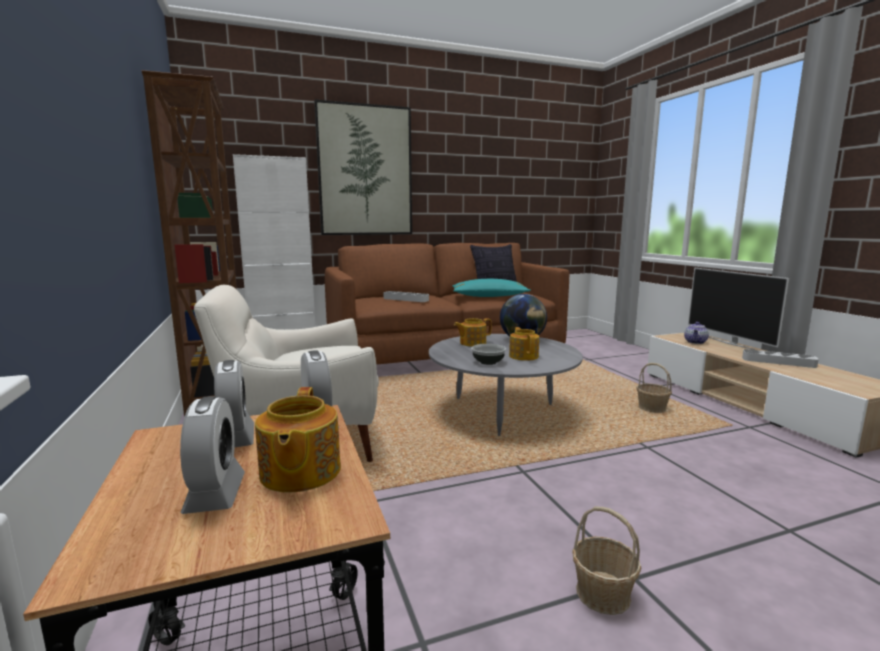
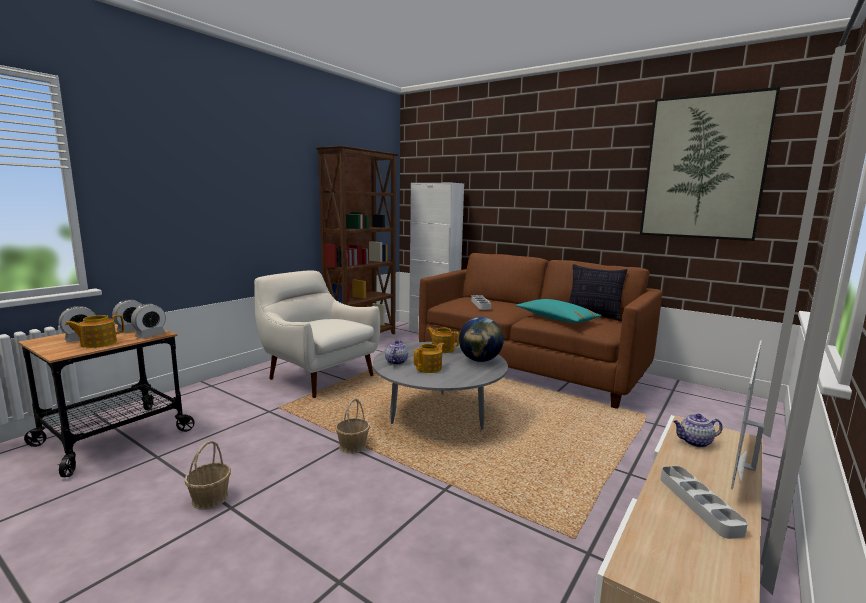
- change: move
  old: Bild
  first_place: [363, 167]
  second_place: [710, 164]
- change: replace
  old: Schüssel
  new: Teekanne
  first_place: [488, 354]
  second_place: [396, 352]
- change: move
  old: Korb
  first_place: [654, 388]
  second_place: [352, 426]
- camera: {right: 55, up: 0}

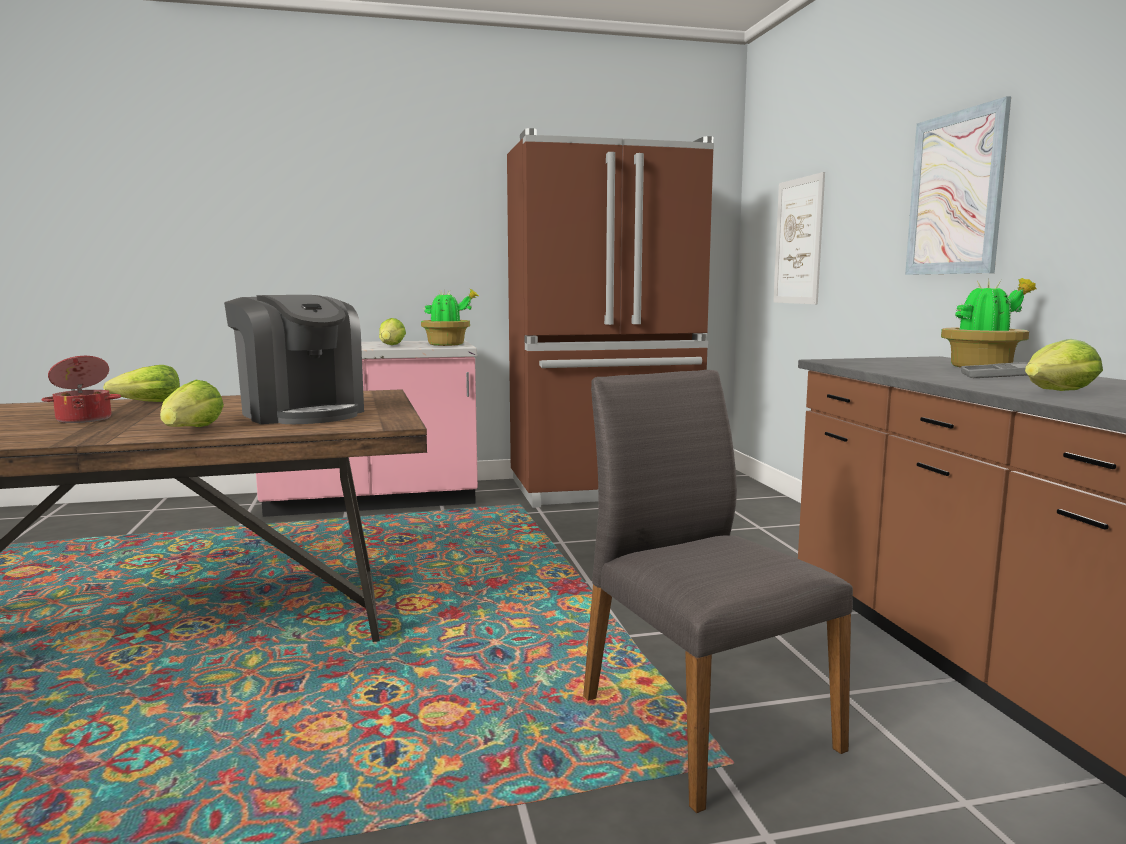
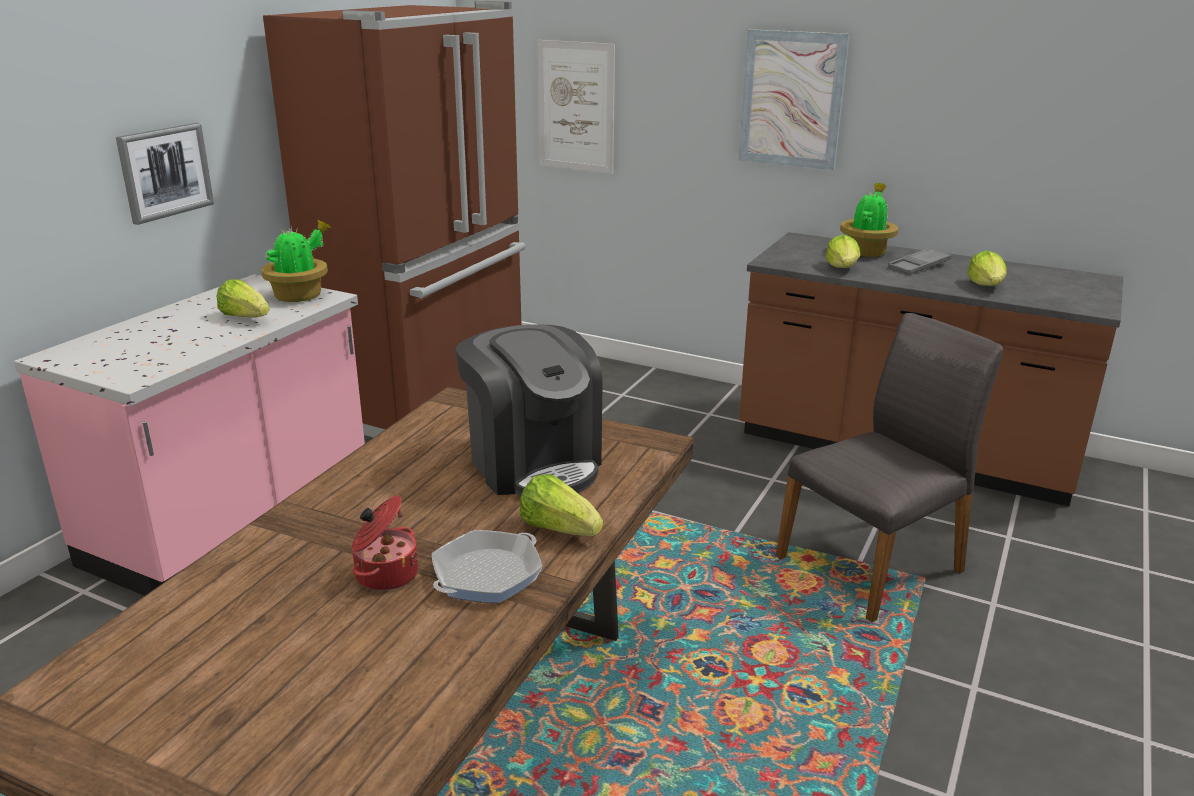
- change: rotate
  old: Kaffeemaschine
  first_place: [294, 359]
  second_place: [529, 411]
  degrees: 60
- change: move
  old: Salatkopf
  first_place: [141, 383]
  second_place: [843, 251]
- change: rotate
  old: Stuhl [grau]
  first_place: [718, 591]
  second_place: [890, 467]
  degrees: 135
- change: insert
  new: Bild
  second_place: [165, 174]
- change: insert
  new: Pfanne
  second_place: [487, 566]
- camera: {right: -50, up: 15}

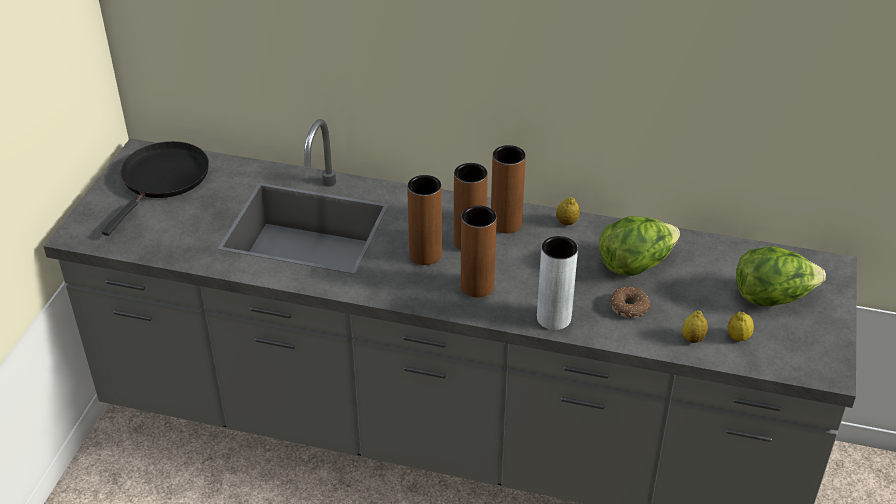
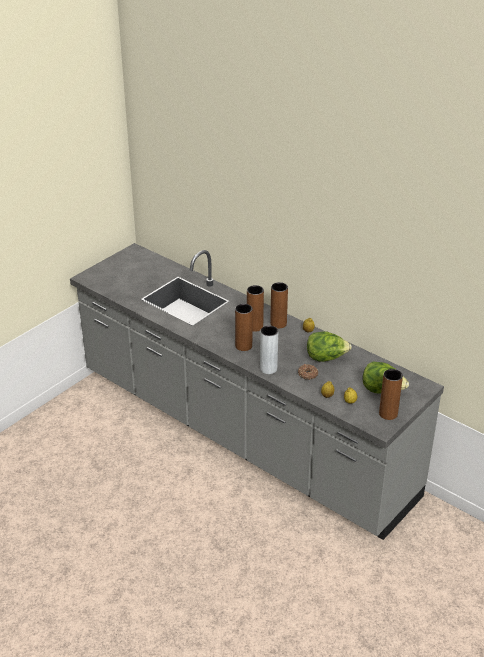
- change: delete
  old: Pfanne [schwarz]
  first_place: [155, 188]
- change: move
  old: Vase [braun]
  first_place: [424, 220]
  second_place: [391, 394]
- camera: {right: 25, up: -5}

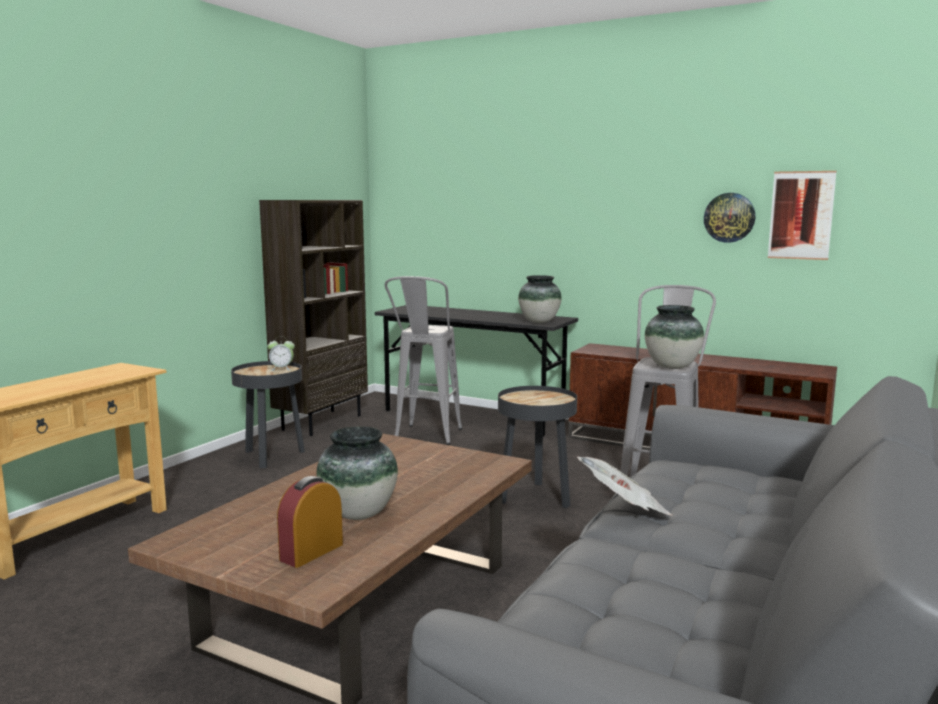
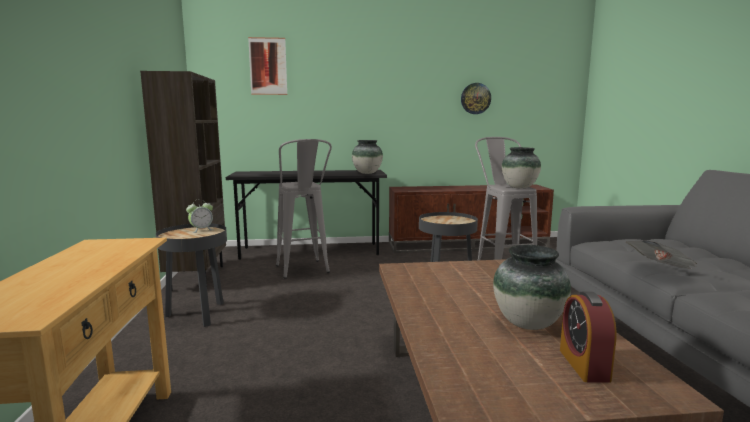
- change: move
  old: Bild
  first_place: [802, 215]
  second_place: [267, 66]
- camera: {right: -35, up: 0}

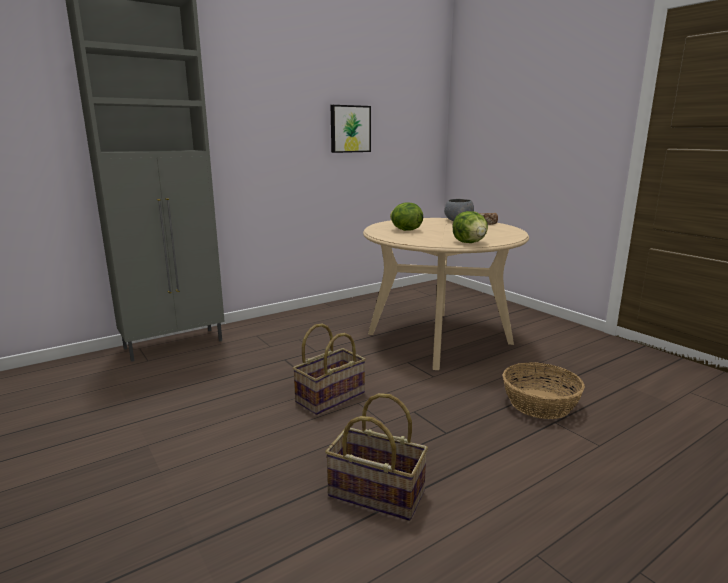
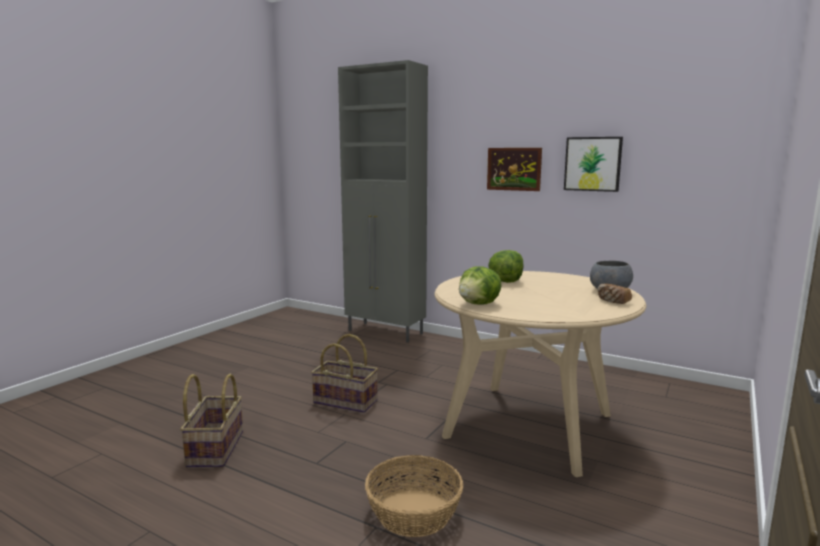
- change: insert
  new: Bild
  second_place: [514, 169]
- camera: {right: 65, up: -5}

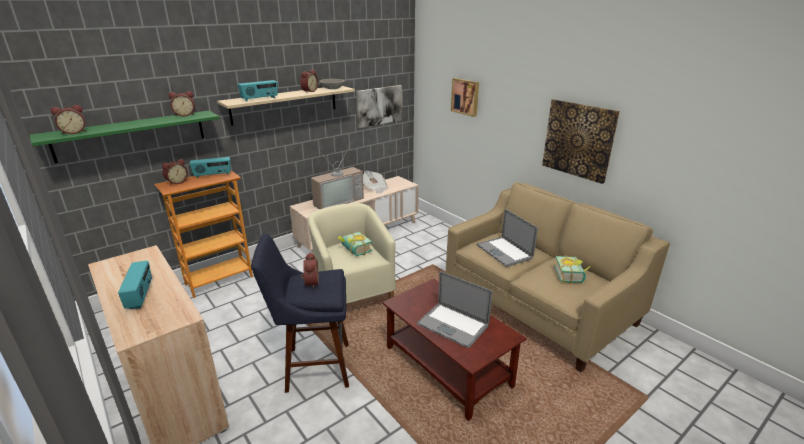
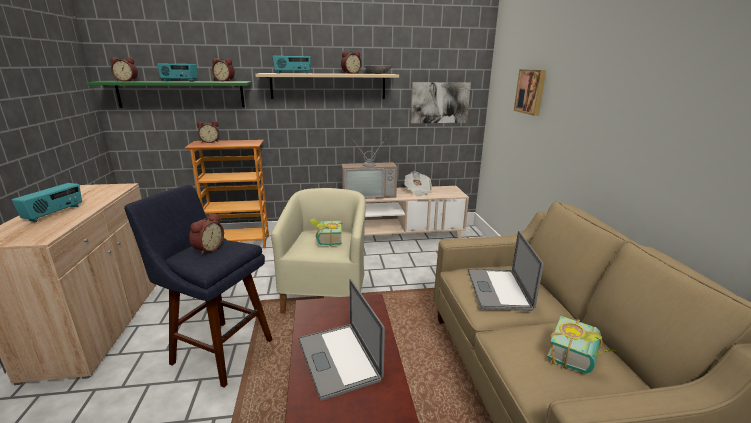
- change: delete
  old: Bild
  first_place: [581, 141]
- change: move
  old: Radio
  first_place: [210, 167]
  second_place: [177, 73]
- camera: {right: 30, up: -5}

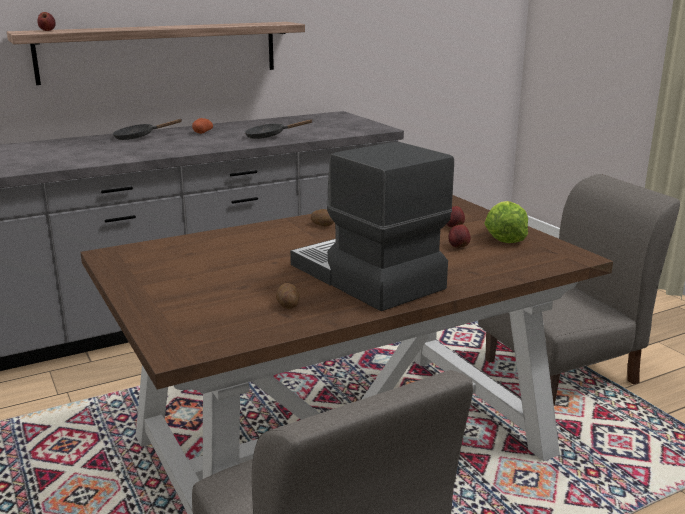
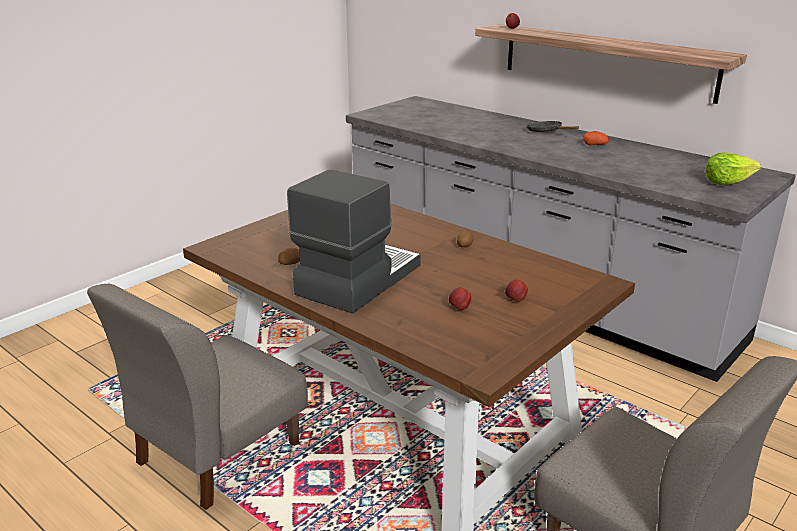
- change: delete
  old: Pfanne [schwarz]
  first_place: [278, 129]
- change: move
  old: Salatkopf
  first_place: [506, 222]
  second_place: [733, 168]
- camera: {right: 70, up: 5}

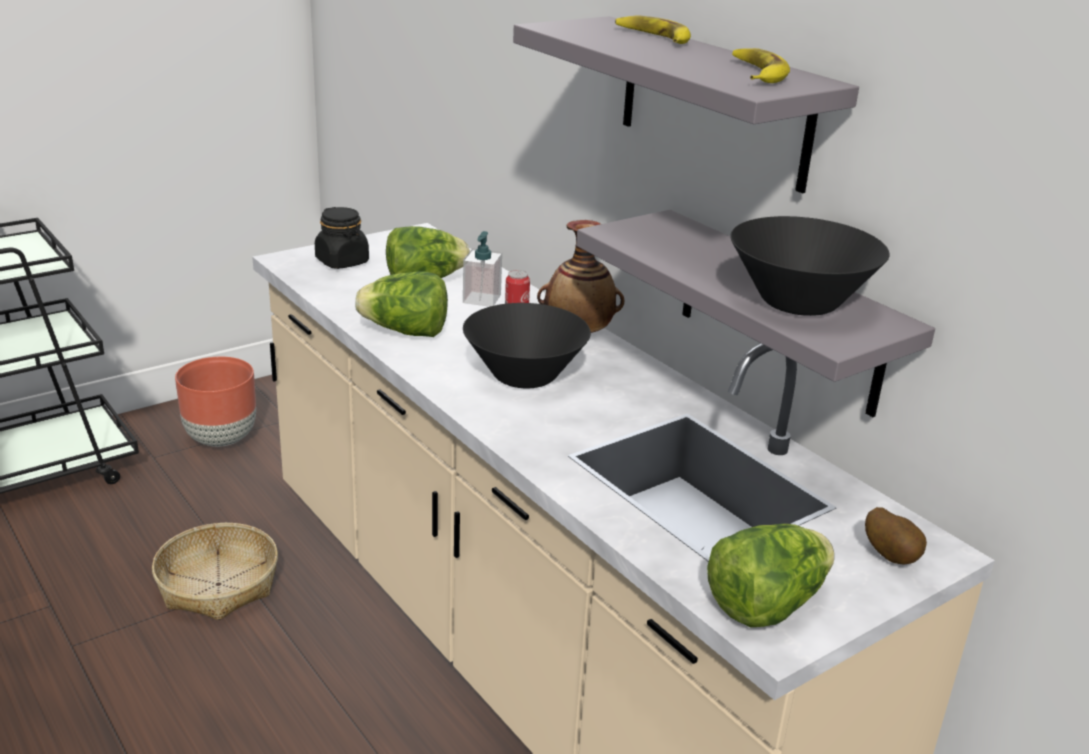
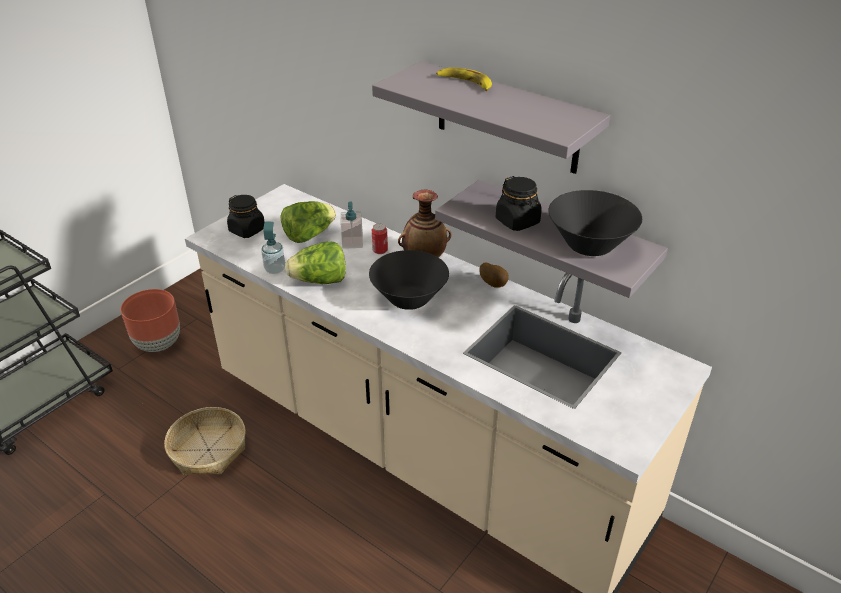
- change: delete
  old: Banane
  first_place: [761, 65]
- change: move
  old: Kartoffel
  first_place: [896, 536]
  second_place: [494, 275]
- change: delete
  old: Salatkopf
  first_place: [770, 575]
- change: insert
  new: Vorratsglas [schwarz]
  second_place: [519, 203]
- change: insert
  new: Seifenspender
  second_place: [273, 248]
- camera: {right: -15, up: 10}

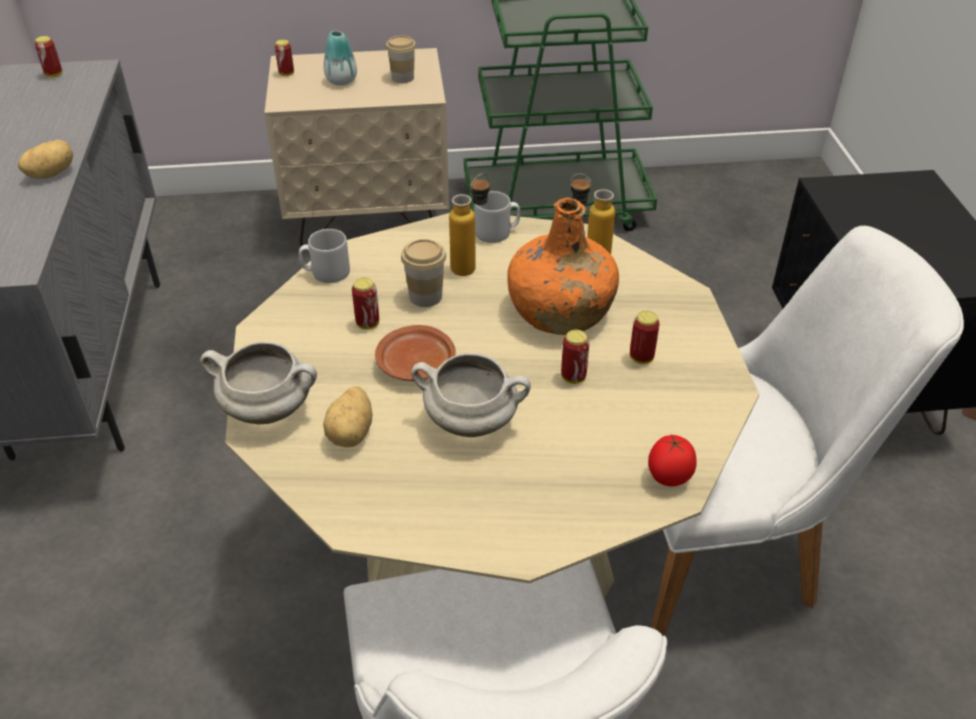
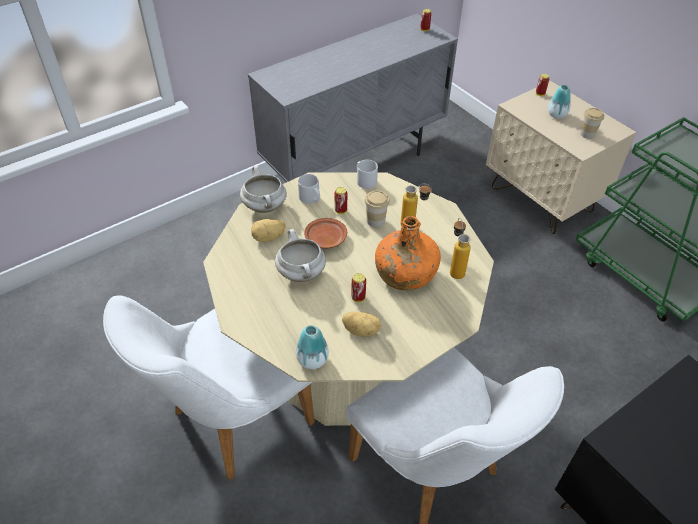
- change: move
  old: Kartoffel
  first_place: [45, 159]
  second_place: [361, 324]
- change: move
  old: Henkelbecher [grau]
  first_place: [497, 217]
  second_place: [309, 189]
- change: delete
  old: Dose
  first_place: [644, 337]
- change: replace
  old: Tomate
  new: Vase
  first_place: [672, 460]
  second_place: [312, 347]
- camera: {right: 60, up: 5}

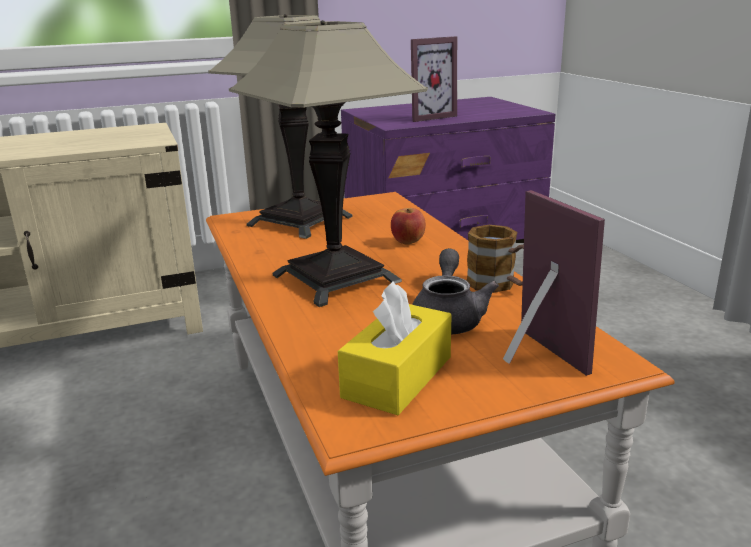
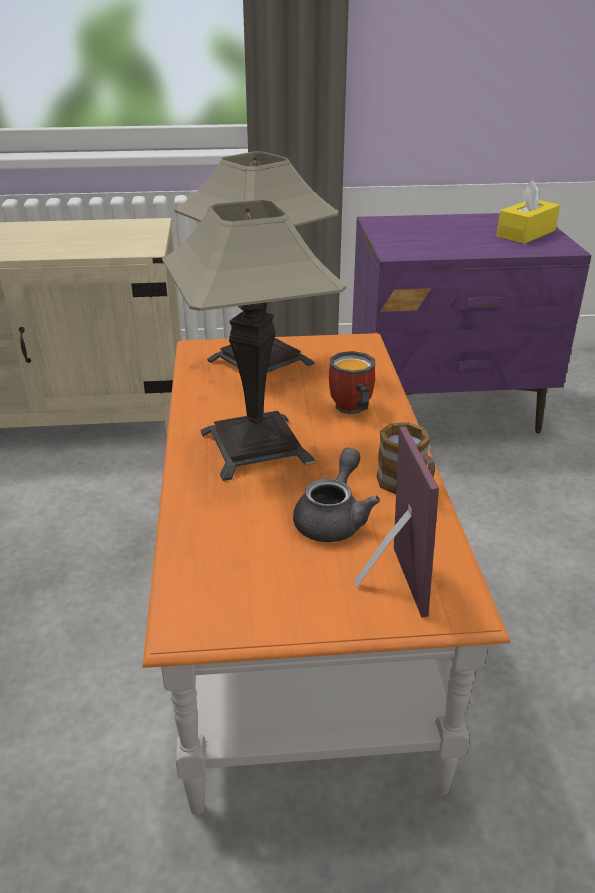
- change: delete
  old: Bilderrahmen
  first_place: [434, 79]
- change: replace
  old: Apfel
  new: Henkelbecher
  first_place: [408, 226]
  second_place: [352, 382]
- change: move
  old: Taschentuchbox [gelb]
  first_place: [395, 348]
  second_place: [528, 212]
- camera: {right: 15, up: 10}

